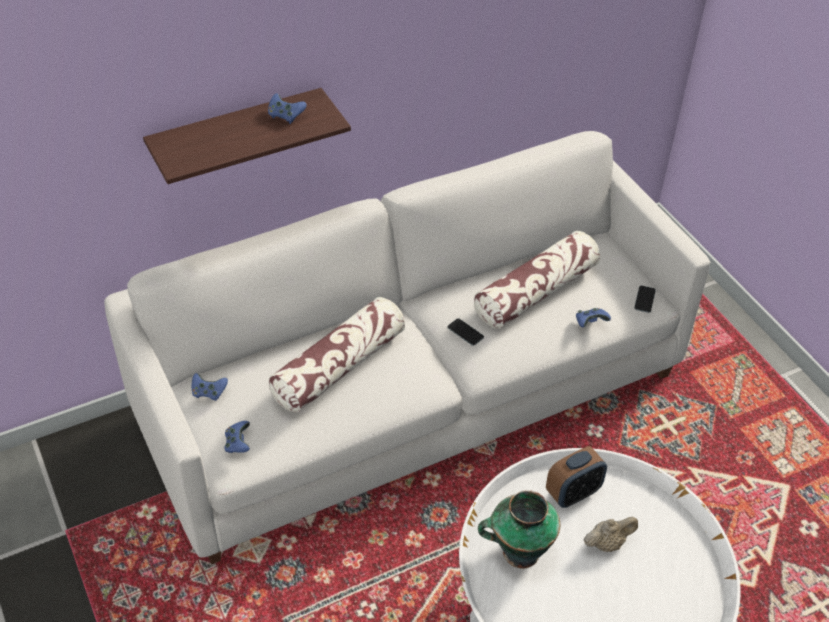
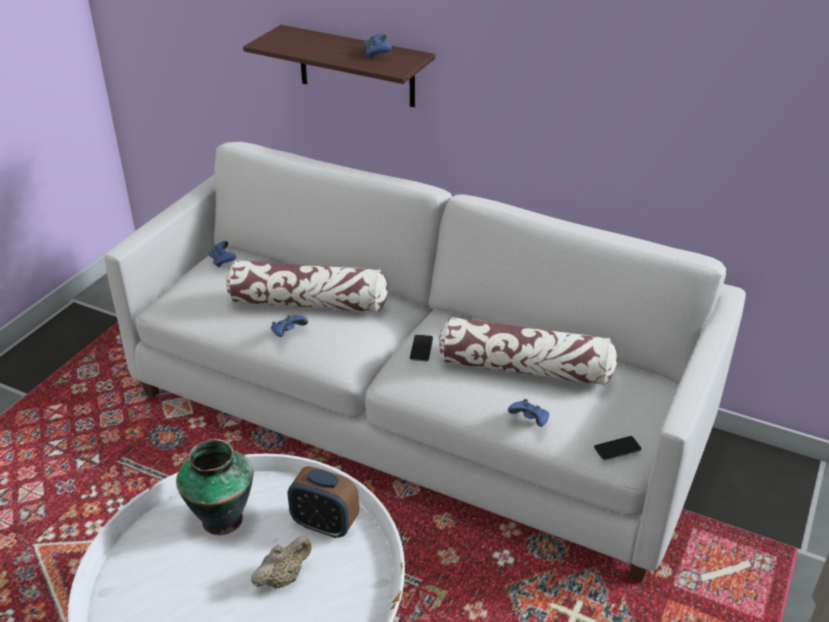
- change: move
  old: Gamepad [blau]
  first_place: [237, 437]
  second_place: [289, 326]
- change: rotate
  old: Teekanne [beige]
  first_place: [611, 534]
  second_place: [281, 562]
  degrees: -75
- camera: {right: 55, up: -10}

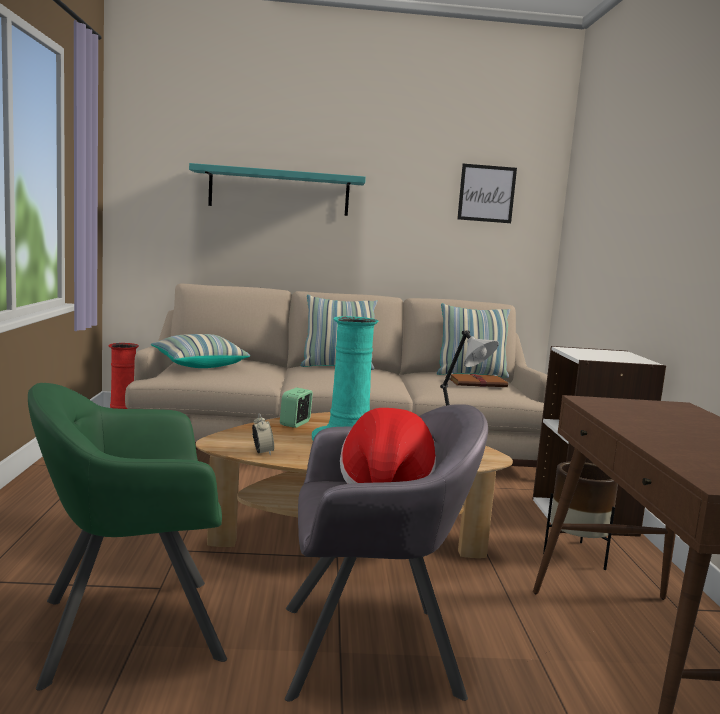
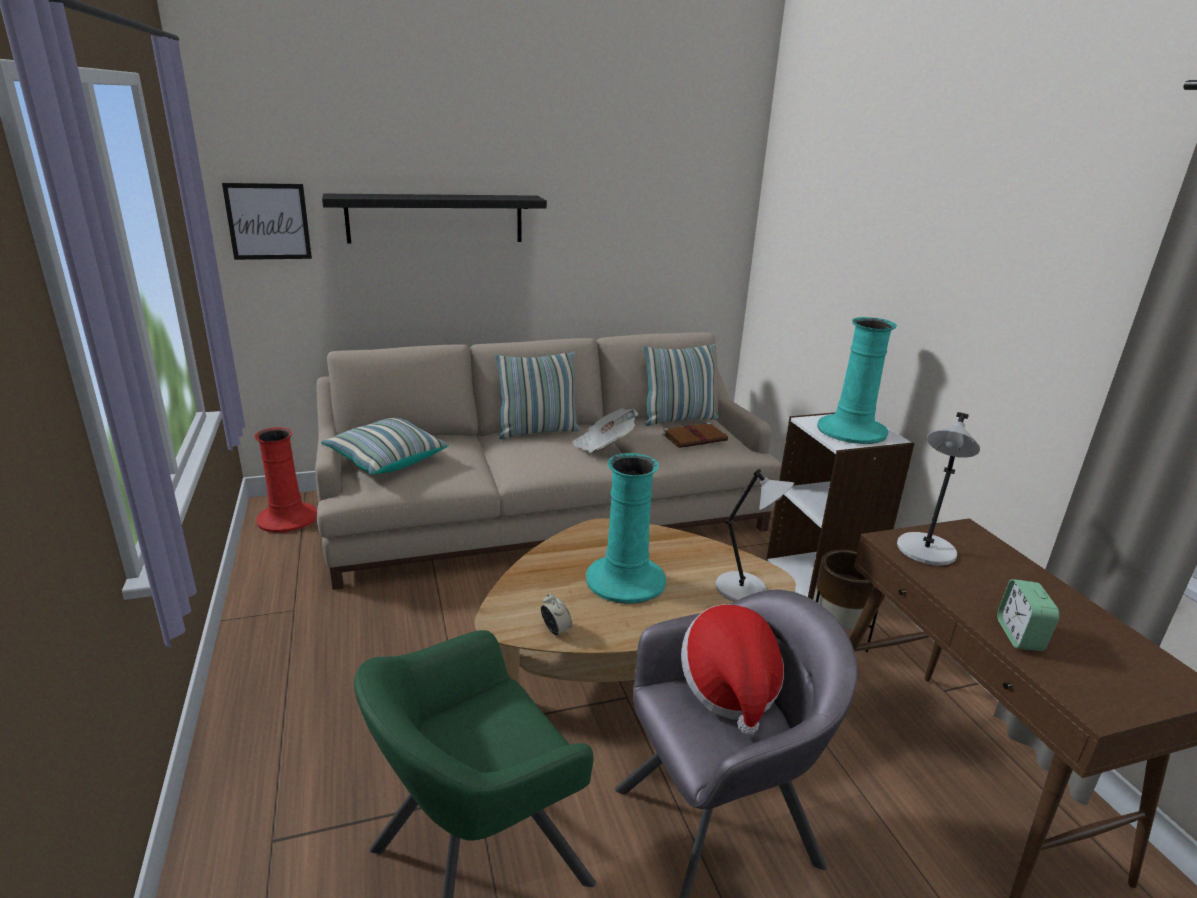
- change: recolor
  old: Wandregal [türkis]
  new: Wandregal [schwarz]
  first_place: [277, 189]
  second_place: [434, 219]
- change: move
  old: Bild
  first_place: [487, 193]
  second_place: [267, 221]
- change: move
  old: Wecker
  first_place: [296, 407]
  second_place: [1028, 615]
- change: insert
  new: Vase [türkis]
  second_place: [857, 380]
- change: insert
  new: Zeitung
  second_place: [605, 431]
- change: insert
  new: Tischlampe [grau]
  second_place: [938, 489]
- camera: {right: -15, up: 15}

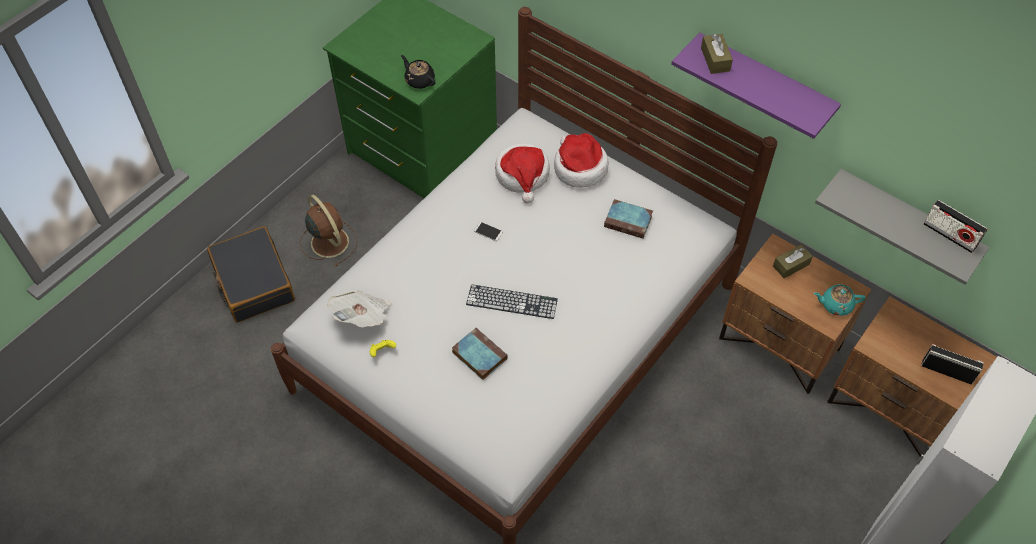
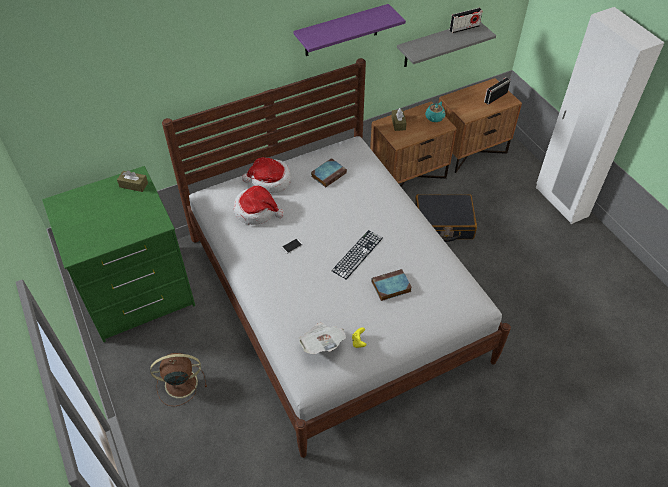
- change: move
  old: Taschentuchbox [braun]
  first_place: [717, 54]
  second_place: [132, 181]
- change: delete
  old: Teekanne [schwarz]
  first_place: [418, 72]
- change: move
  old: Koffer [schwarz]
  first_place: [251, 274]
  second_place: [446, 218]
- camera: {right: -65, up: -5}

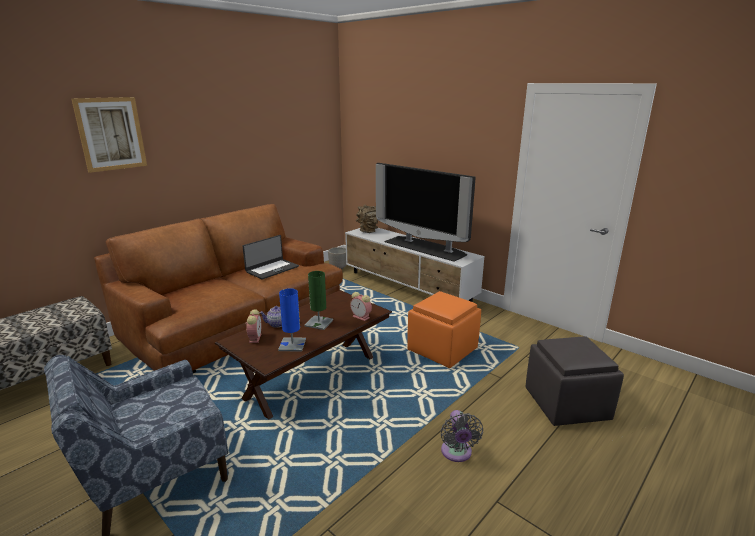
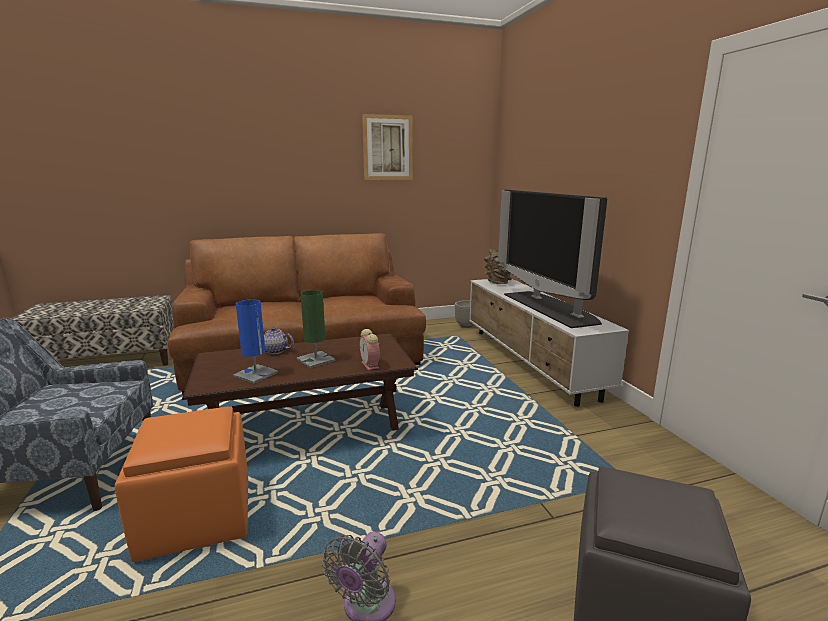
- change: move
  old: Bild
  first_place: [109, 135]
  second_place: [387, 147]
- change: delete
  old: Laptop
  first_place: [271, 257]
- change: move
  old: Polsterhocker [orange]
  first_place: [444, 329]
  second_place: [181, 484]
- change: delete
  old: Wecker
  first_place: [253, 326]
- camera: {right: 30, up: -5}

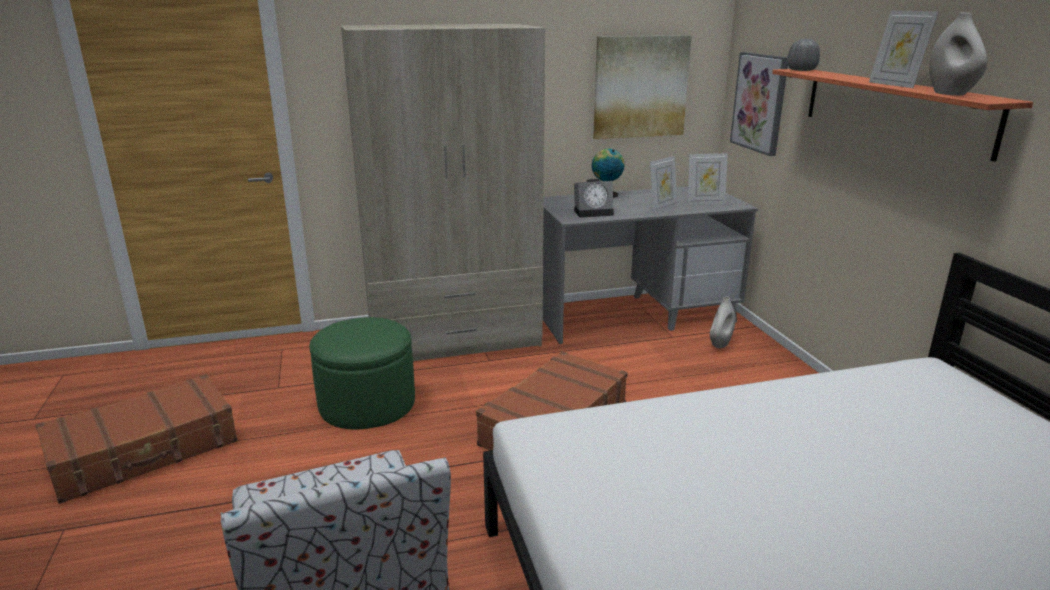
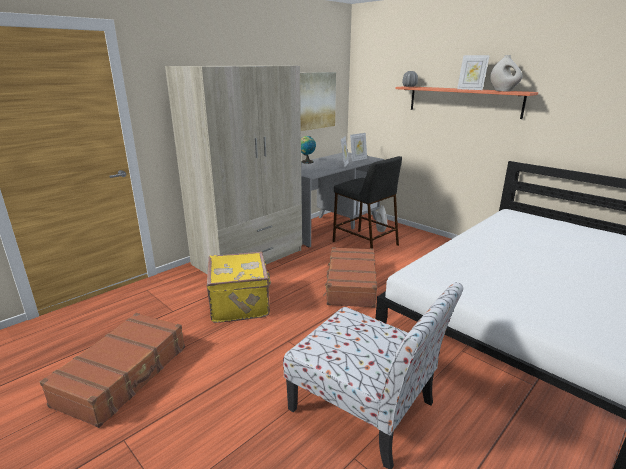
- change: delete
  old: Bild
  first_place: [759, 104]
- change: delete
  old: Wecker
  first_place: [594, 198]
- change: replace
  old: Polsterhocker [grün]
  new: Koffer [gelb]
  first_place: [362, 373]
  second_place: [239, 287]
- change: insert
  new: Hocker [schwarz]
  second_place: [367, 202]
- camera: {right: -30, up: 0}

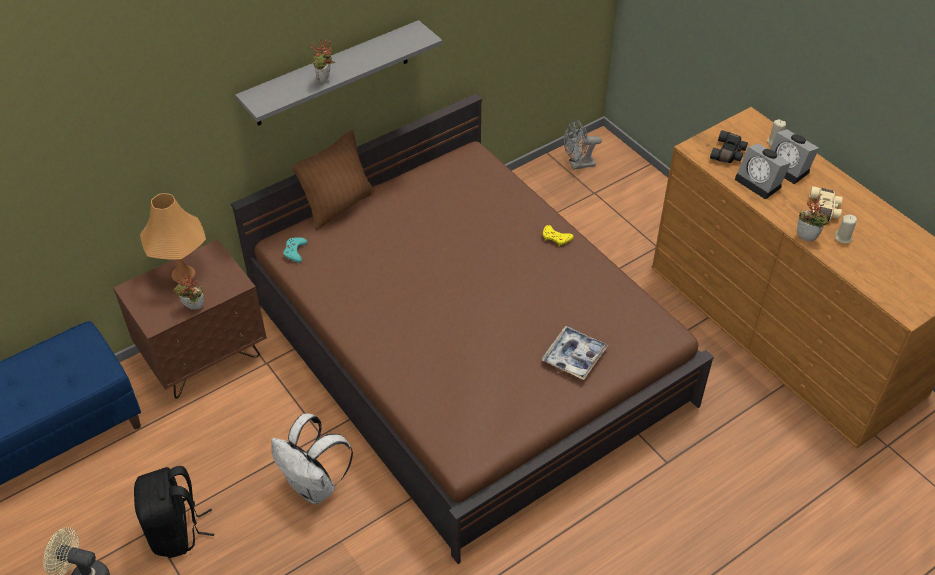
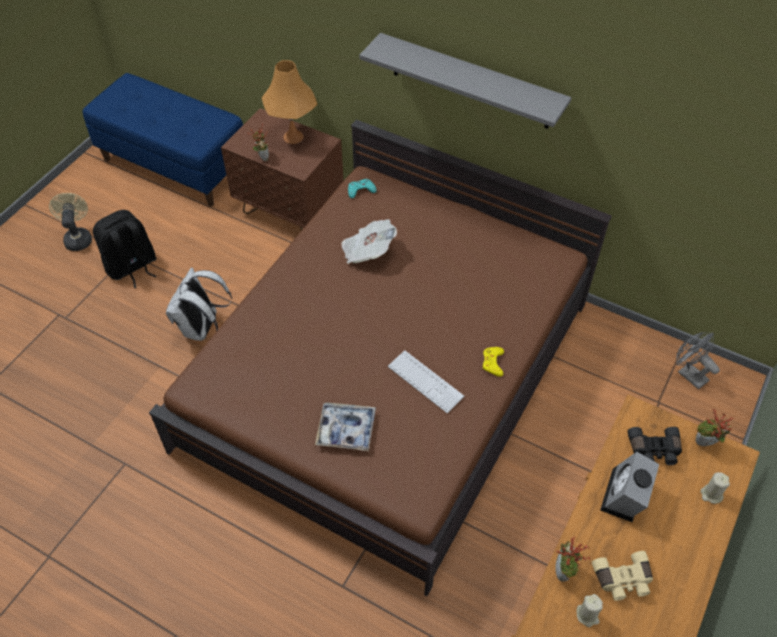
- change: move
  old: Topfpflanze
  first_place: [323, 61]
  second_place: [715, 427]
- change: delete
  old: Wecker
  first_place: [794, 156]
- change: delete
  old: Kissen [braun]
  first_place: [333, 180]
- change: insert
  new: Zeitung
  second_place: [369, 241]
- change: insert
  new: Tastatur
  second_place: [426, 382]
- camera: {right: 65, up: 5}

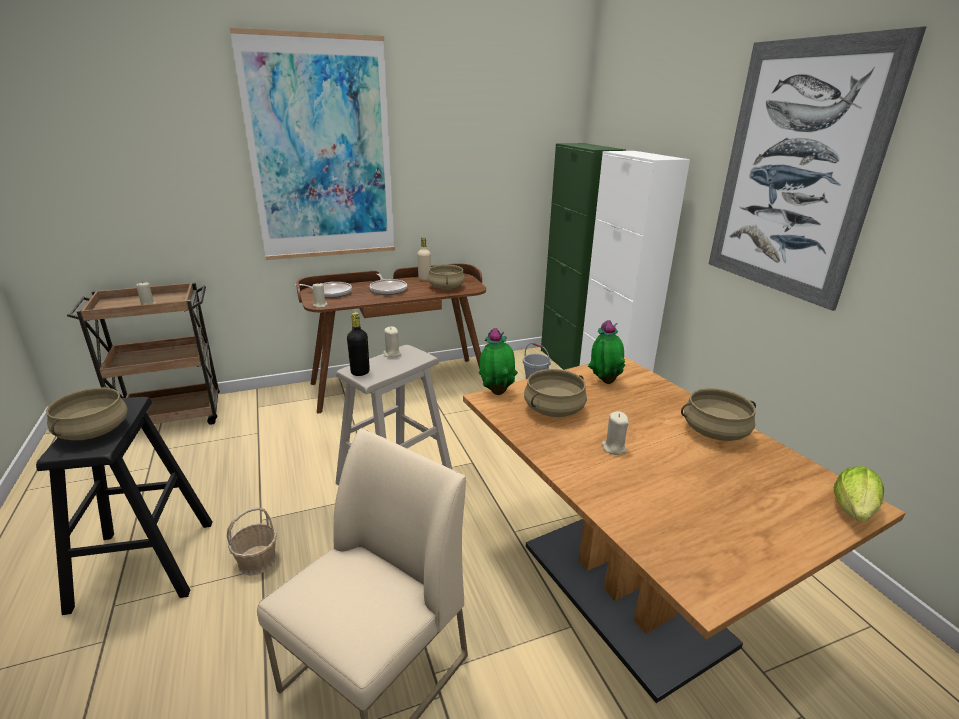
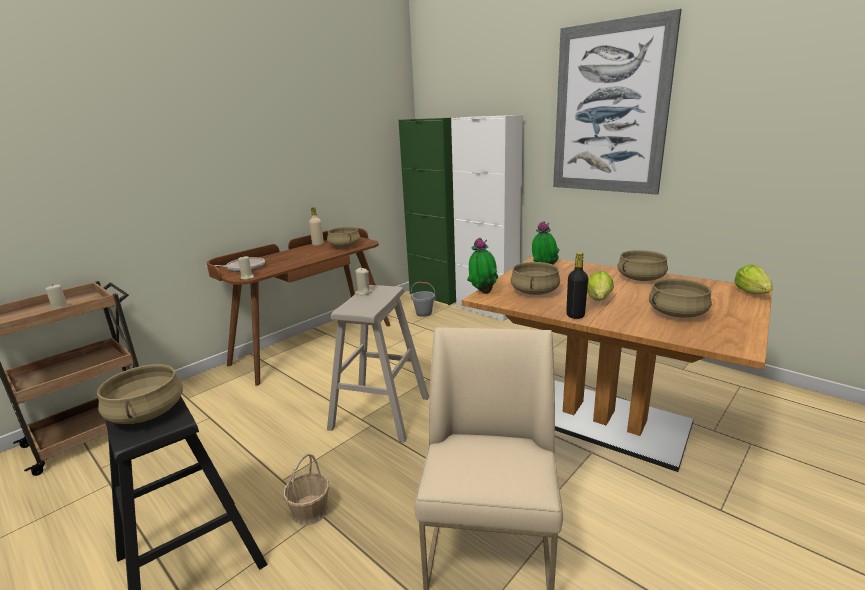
- change: delete
  old: Bild
  first_place: [312, 144]
- change: delete
  old: Pfanne
  first_place: [388, 284]
- change: move
  old: Flasche [schwarz]
  first_place: [358, 344]
  second_place: [577, 285]
- change: replace
  old: Kerze [beige]
  new: Salatkopf
  first_place: [615, 433]
  second_place: [600, 286]
- change: insert
  new: Kochtopf [beige]
  second_place: [680, 298]
- camera: {right: -25, up: -5}

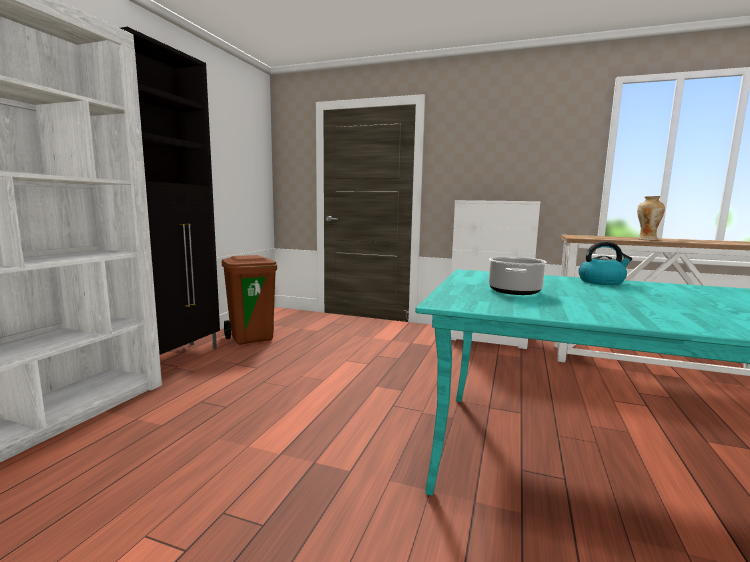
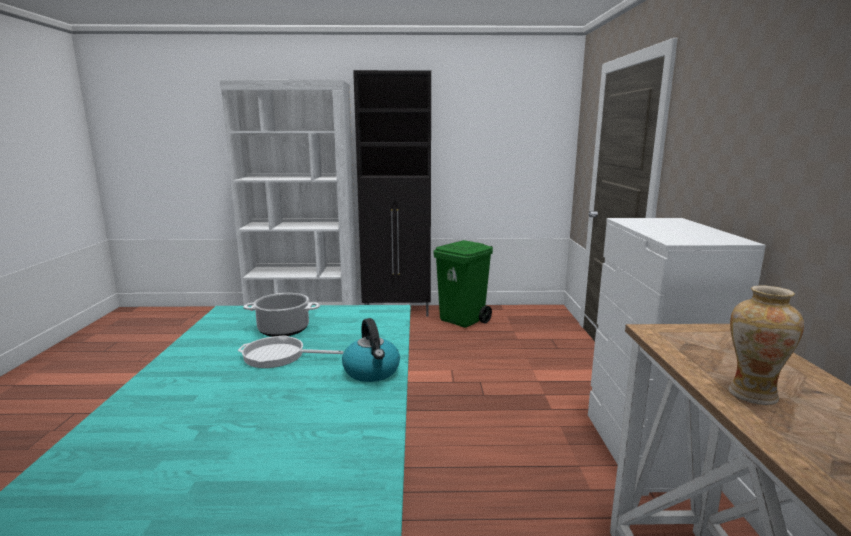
- change: recolor
  old: Mülleimer [braun]
  new: Mülleimer [grün]
  first_place: [249, 300]
  second_place: [463, 284]
- change: insert
  new: Pfanne
  second_place: [291, 351]
- camera: {right: 70, up: 5}

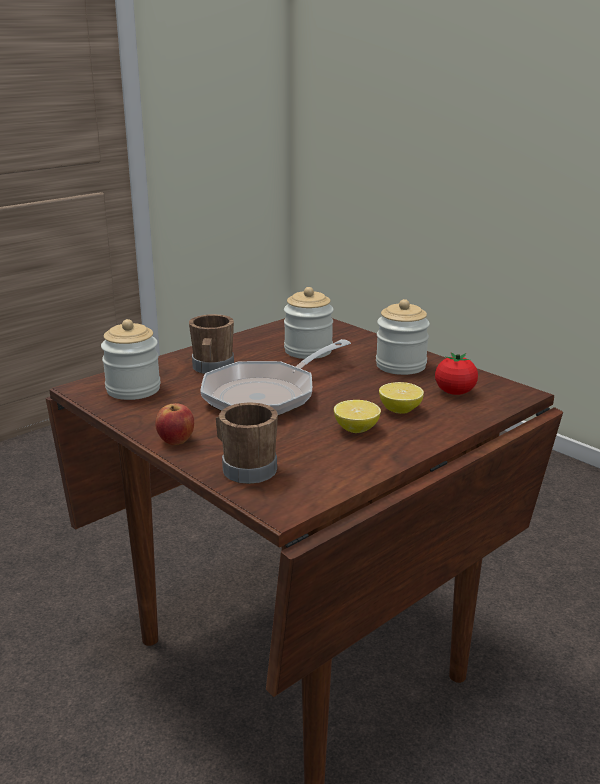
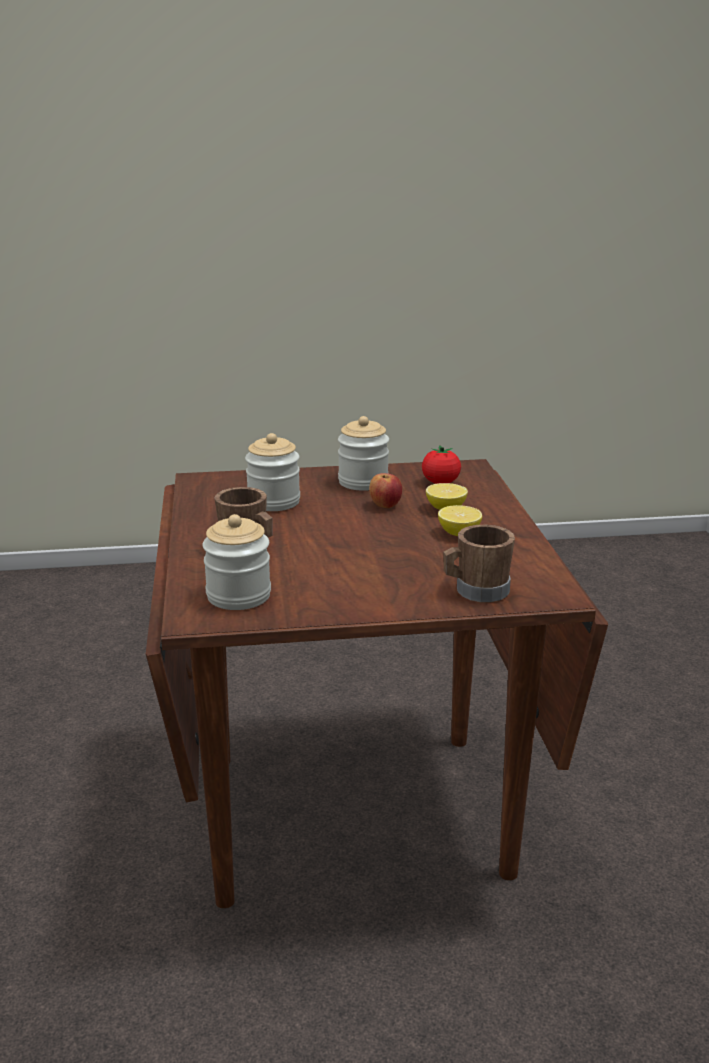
- change: delete
  old: Pfanne
  first_place: [275, 377]
- change: move
  old: Apfel
  first_place: [174, 424]
  second_place: [385, 490]
- camera: {right: -55, up: 0}

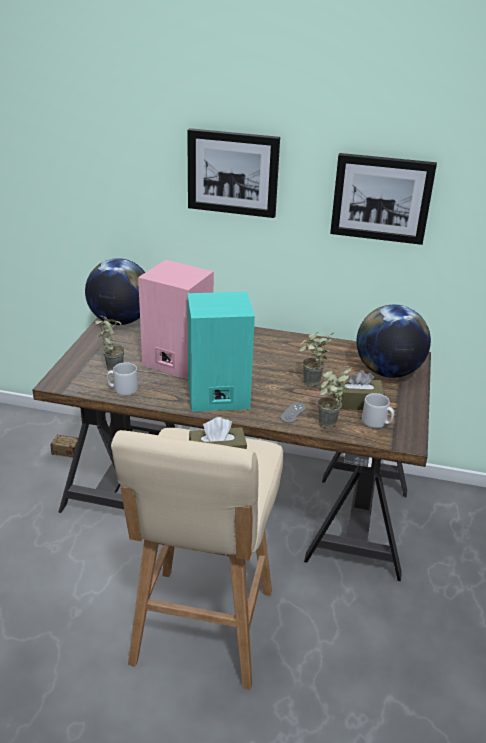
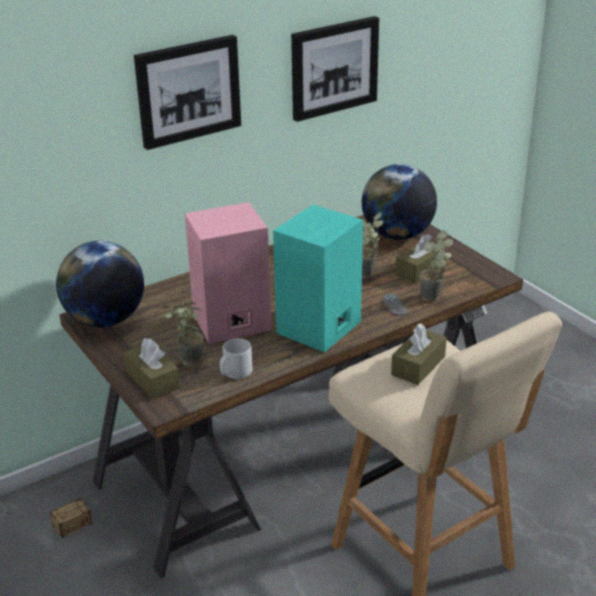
- change: delete
  old: Henkelbecher [grau]
  first_place: [378, 410]
- change: insert
  new: Taschentuchbox [braun]
  second_place: [152, 368]
- camera: {right: -45, up: 0}

